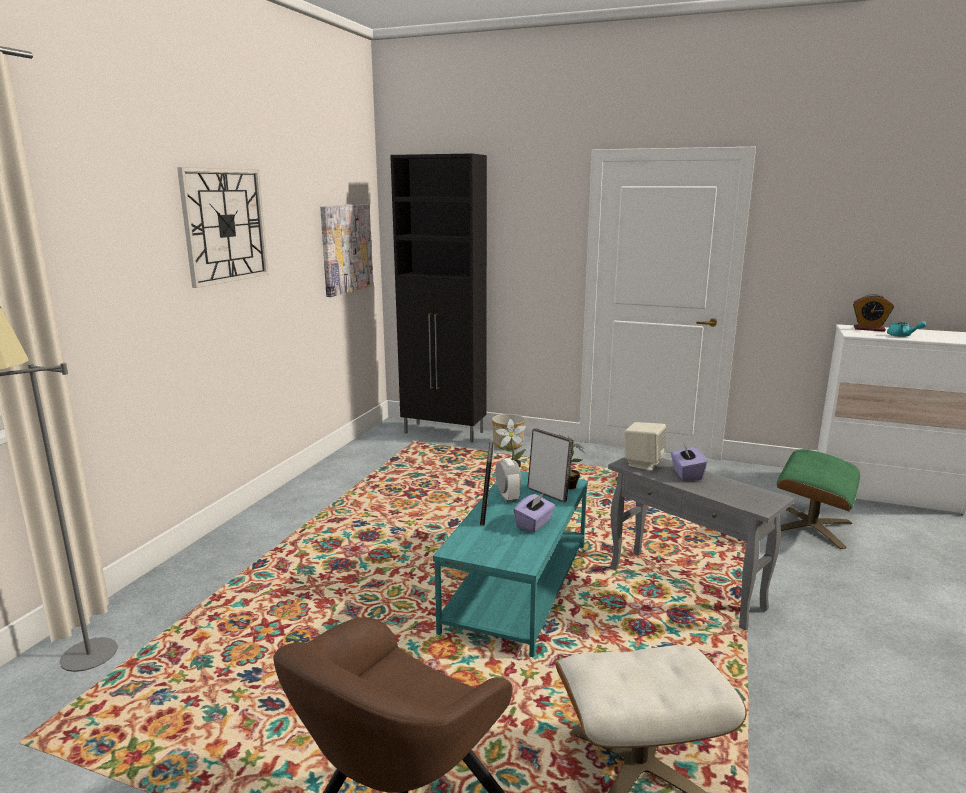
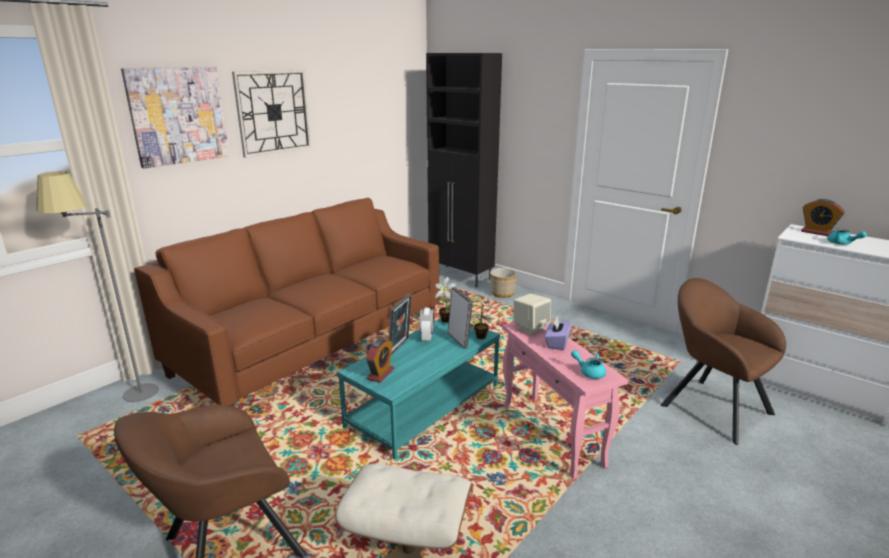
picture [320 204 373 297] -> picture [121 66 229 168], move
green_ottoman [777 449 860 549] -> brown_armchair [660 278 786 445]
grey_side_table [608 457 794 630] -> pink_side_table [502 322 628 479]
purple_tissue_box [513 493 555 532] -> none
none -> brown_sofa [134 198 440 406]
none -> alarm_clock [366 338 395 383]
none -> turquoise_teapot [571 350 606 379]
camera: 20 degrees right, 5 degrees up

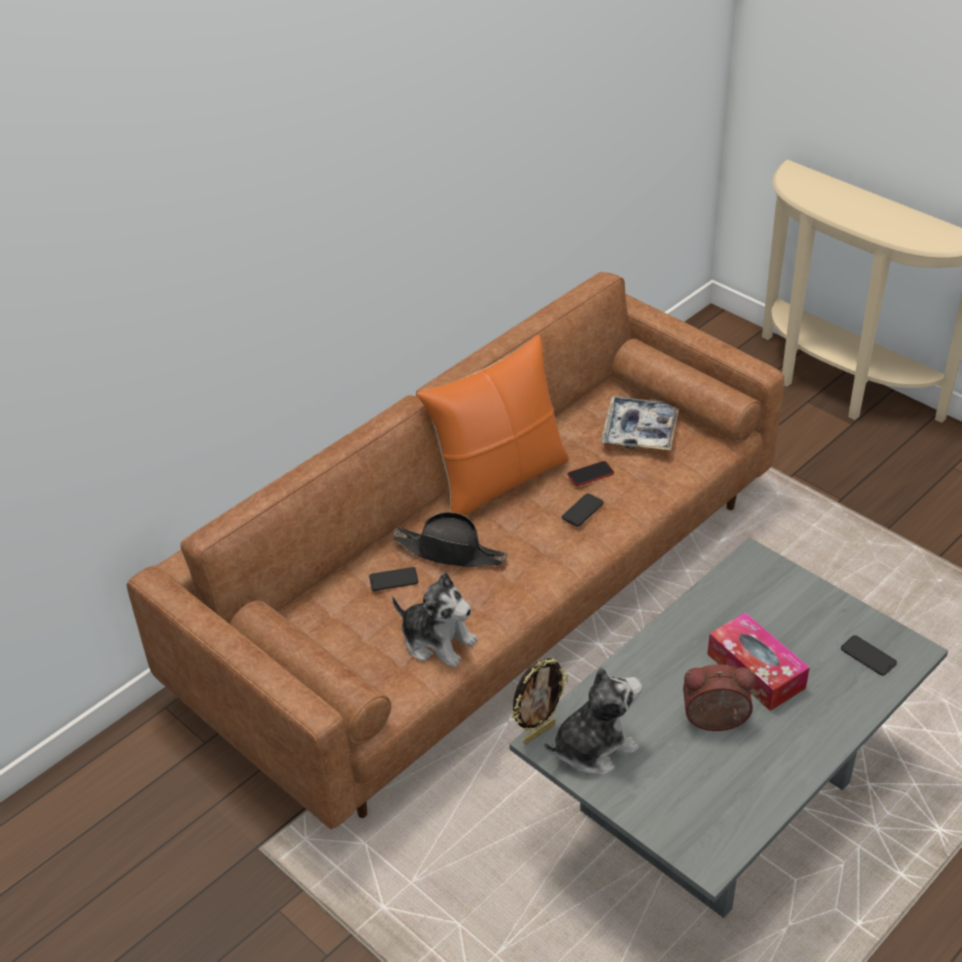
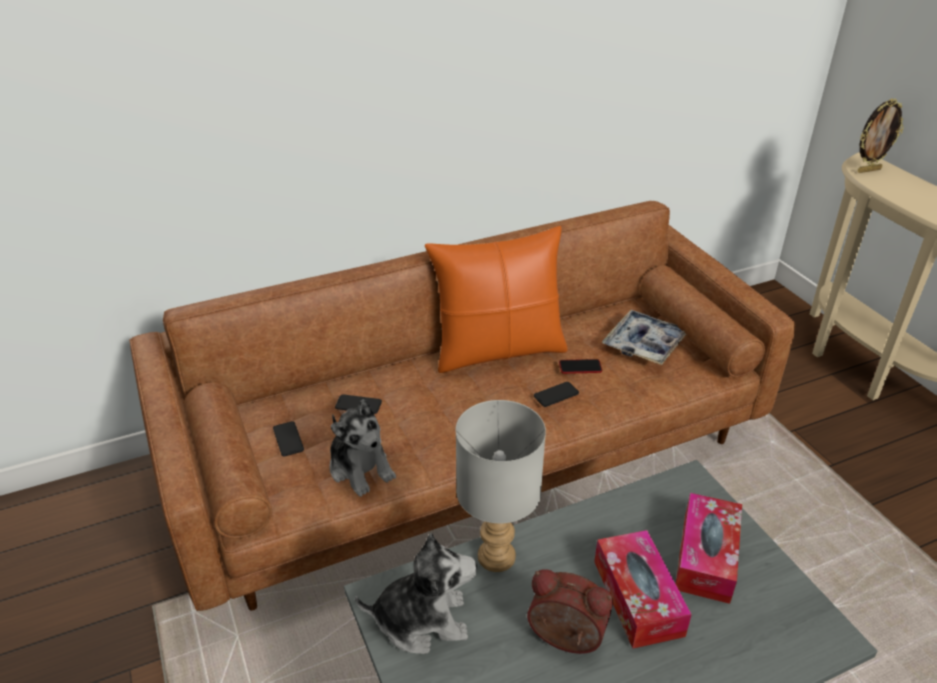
black_hat [392 512 507 567] -> none
phone [841 635 897 676] -> phone [273 421 304 456], move
picture_frame [511 658 568 744] -> picture_frame [857 98 904 173], move
none -> grey_table_lamp [456 400 546 572]
none -> tissue_box [675 493 742 604]
camera: 20 degrees right, 5 degrees down

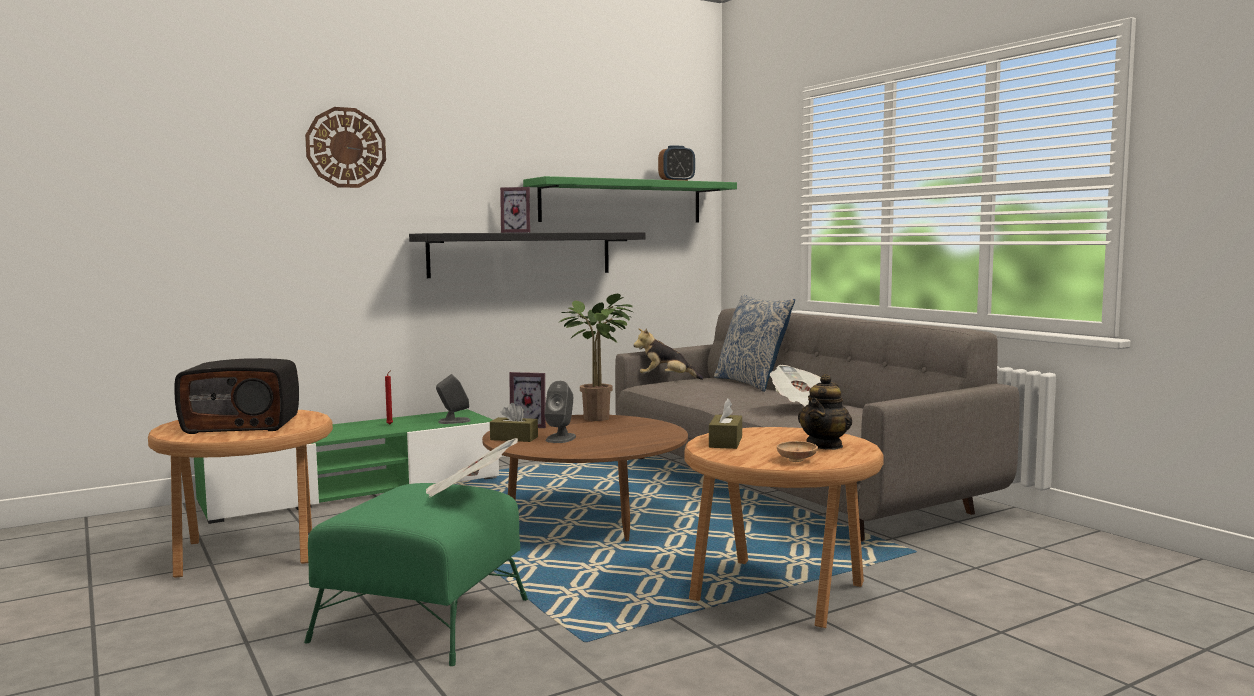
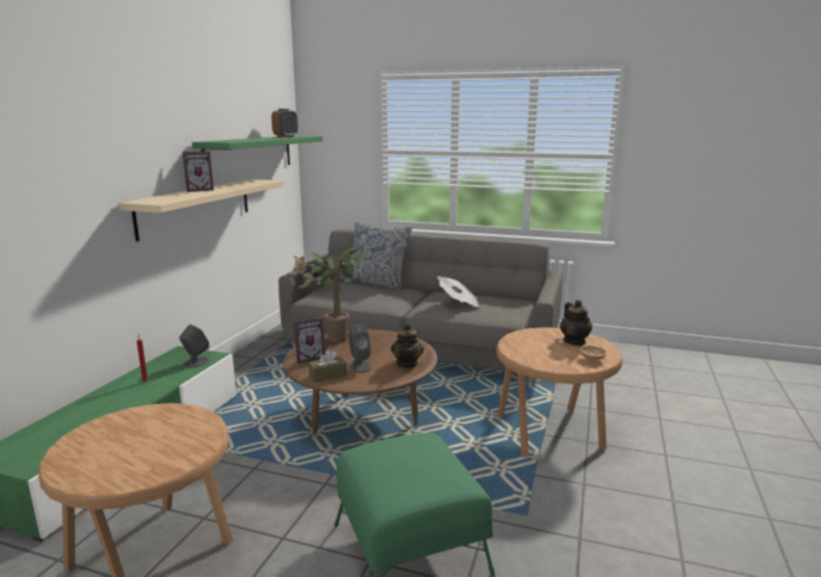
wall_clock [305 107 386 188] -> none
black_shelf [409 232 645 278] -> beige_shelf [118 179 284 242]
radio [174 358 299 434] -> none
brown_tissue_box [709 398 742 449] -> none
newspaper [426 438 518 498] -> none
none -> teapot [391 323 424 368]
camera: 40 degrees left, 10 degrees up

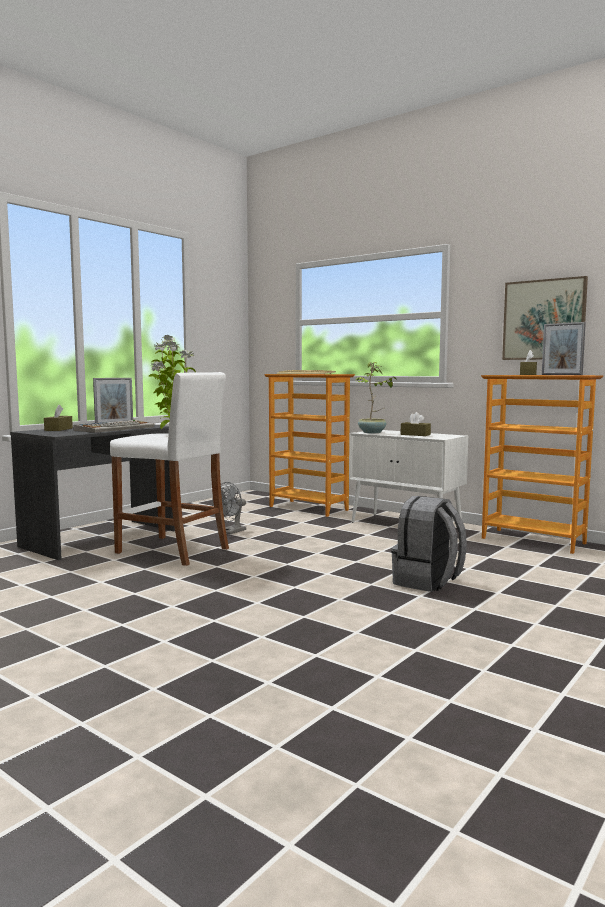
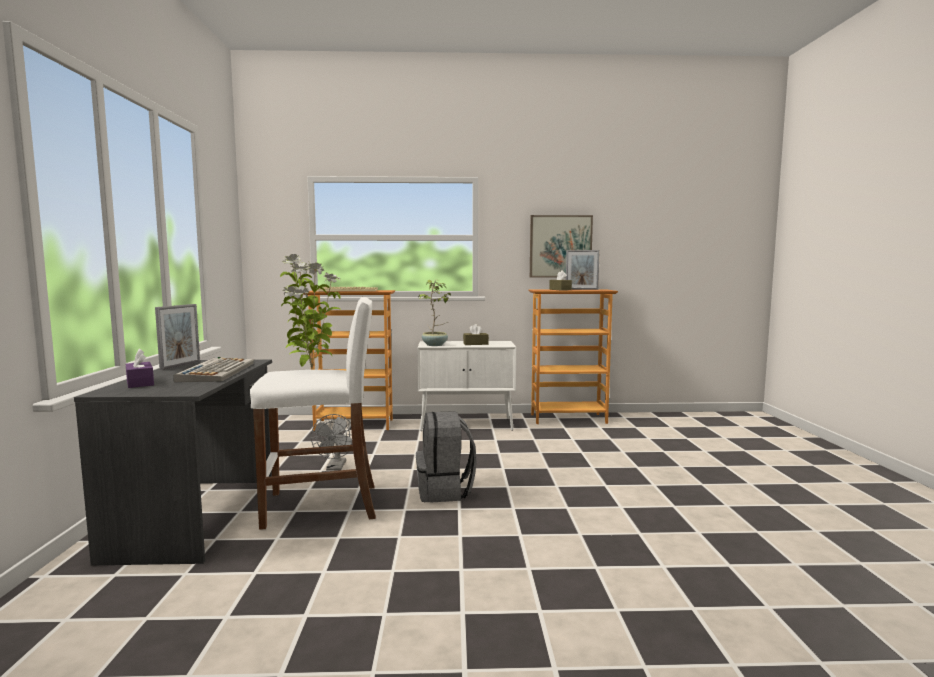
brown_tissue_box [44 405 73 431] -> purple_tissue_box [126 348 154 388]
grey_backpack [391 496 467 592] -> grey_backpack [416 411 477 503], move
camera: 40 degrees left, 0 degrees up

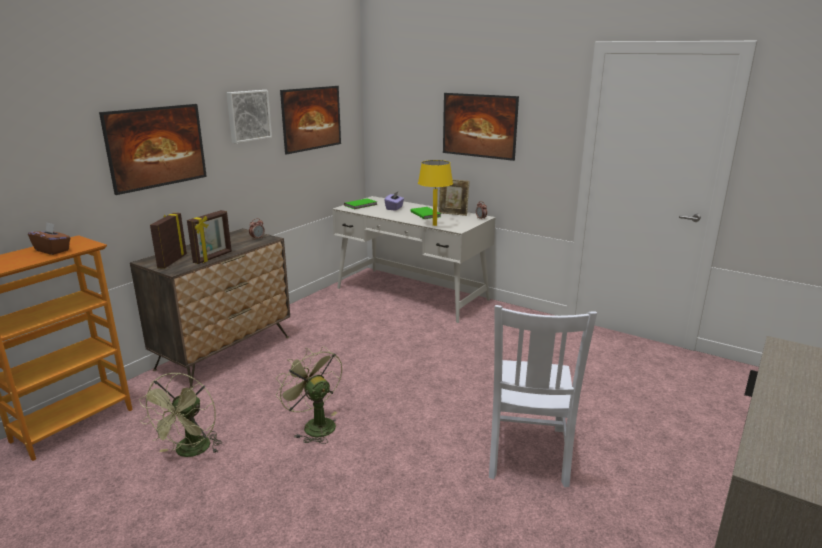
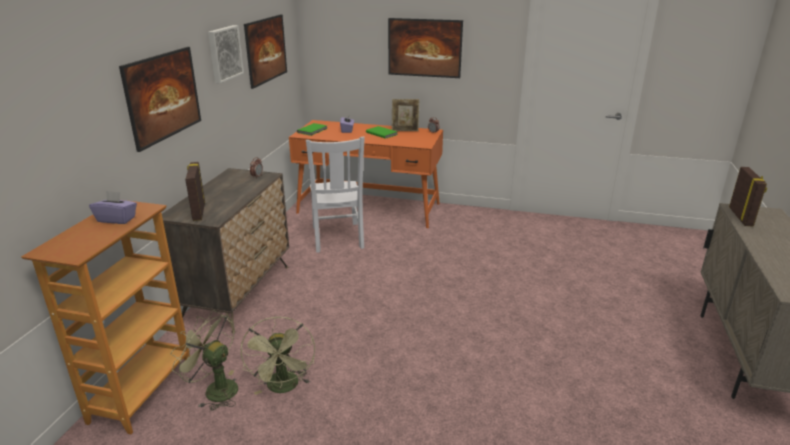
yellow_table_lamp [418 160 453 226] -> none
white_desk [332 196 495 323] -> orange_desk [289 120 443 228]
picture_frame [187 210 232 264] -> picture_frame [729 167 767 227], move
brown_tissue_box [28 223 70 255] -> purple_tissue_box [89 191 137 224]
white_chair [489 305 597 487] -> white_chair [306 137 365 253], move
green_fan [276 346 342 444] -> green_fan [171 310 238 411], move
camera: 20 degrees left, 5 degrees up

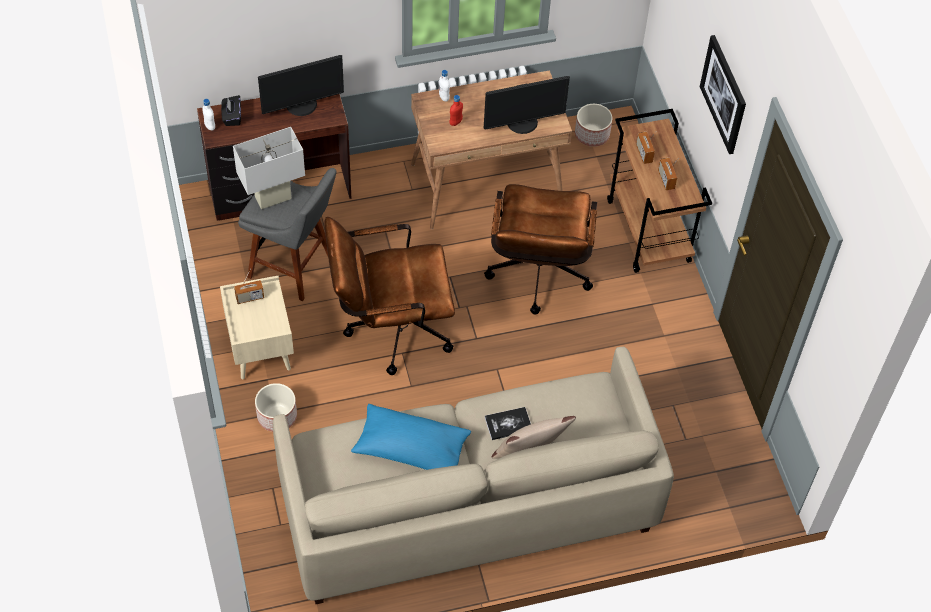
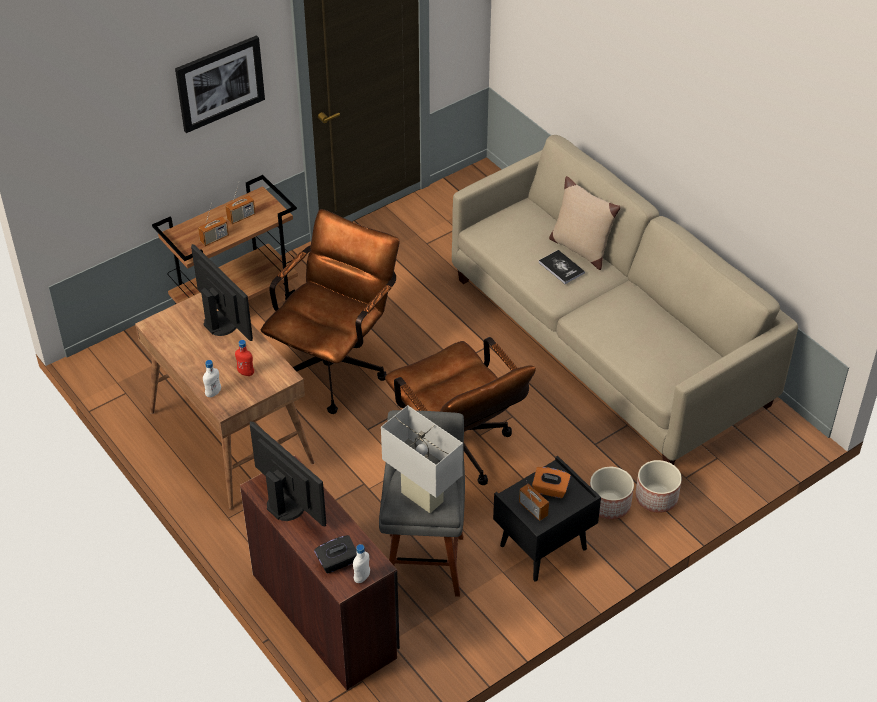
planter [575 104 612 147] -> planter [635 460 682 513], move
brown_office_chair [484 184 597 315] -> brown_office_chair [261 209 399 414], 45 degrees counterclockwise
beige_nightstand [220 276 294 379] -> black_nightstand [493 456 601 582]
blue_pillow [351 404 471 470] -> none
none -> orange_tissue_box [532 467 571 498]
camera: 110 degrees left, 10 degrees down

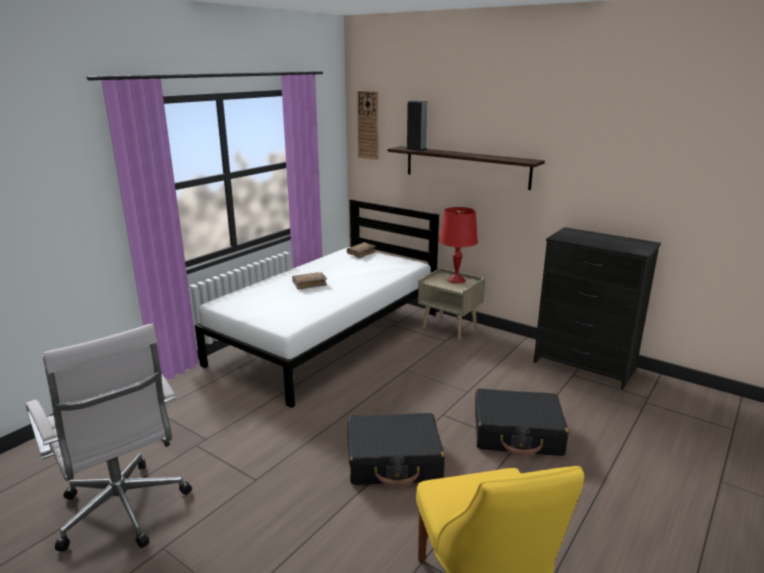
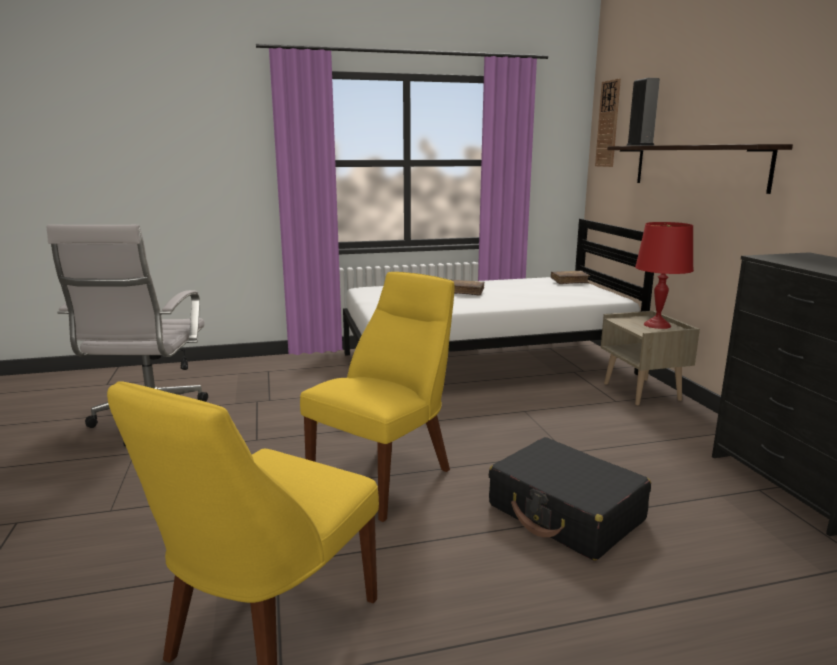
black_suitcase [348 413 445 487] -> yellow_chair [300 272 454 522]
camera: 40 degrees right, 5 degrees down

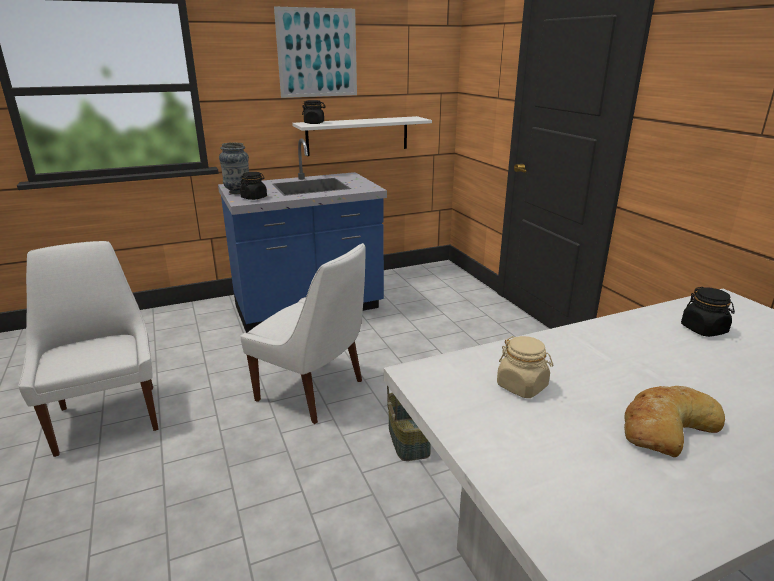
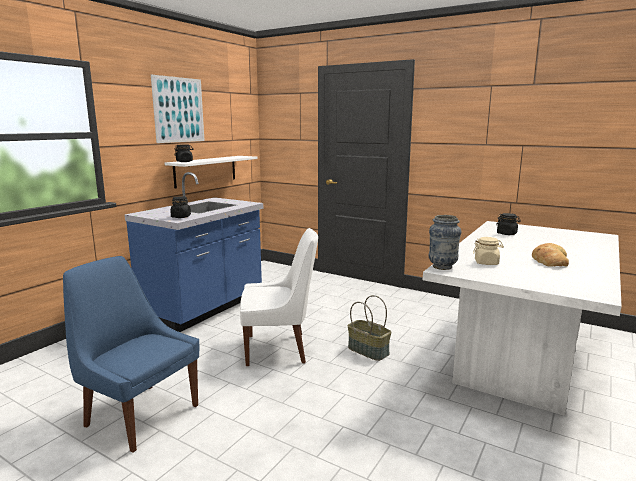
vase [219 142 249 194] -> vase [429 215 461 270], move
white_chair [18 241 158 457] -> blue_chair [63 256 199 453]
camera: 35 degrees left, 10 degrees down

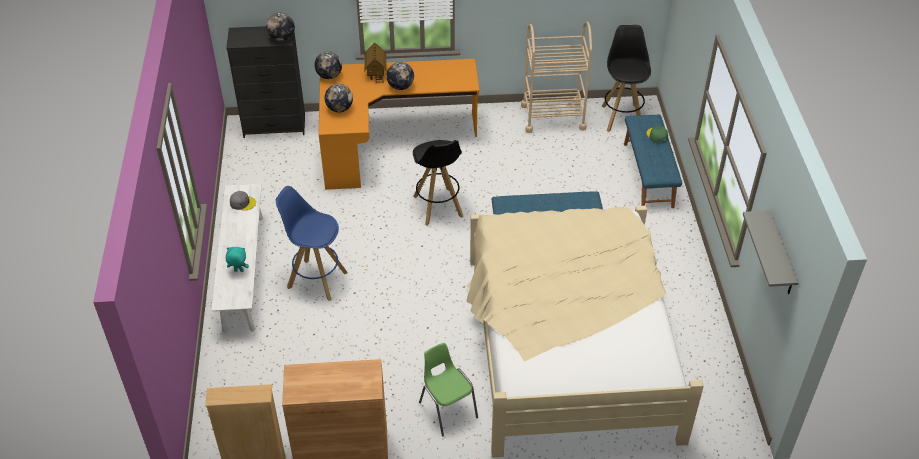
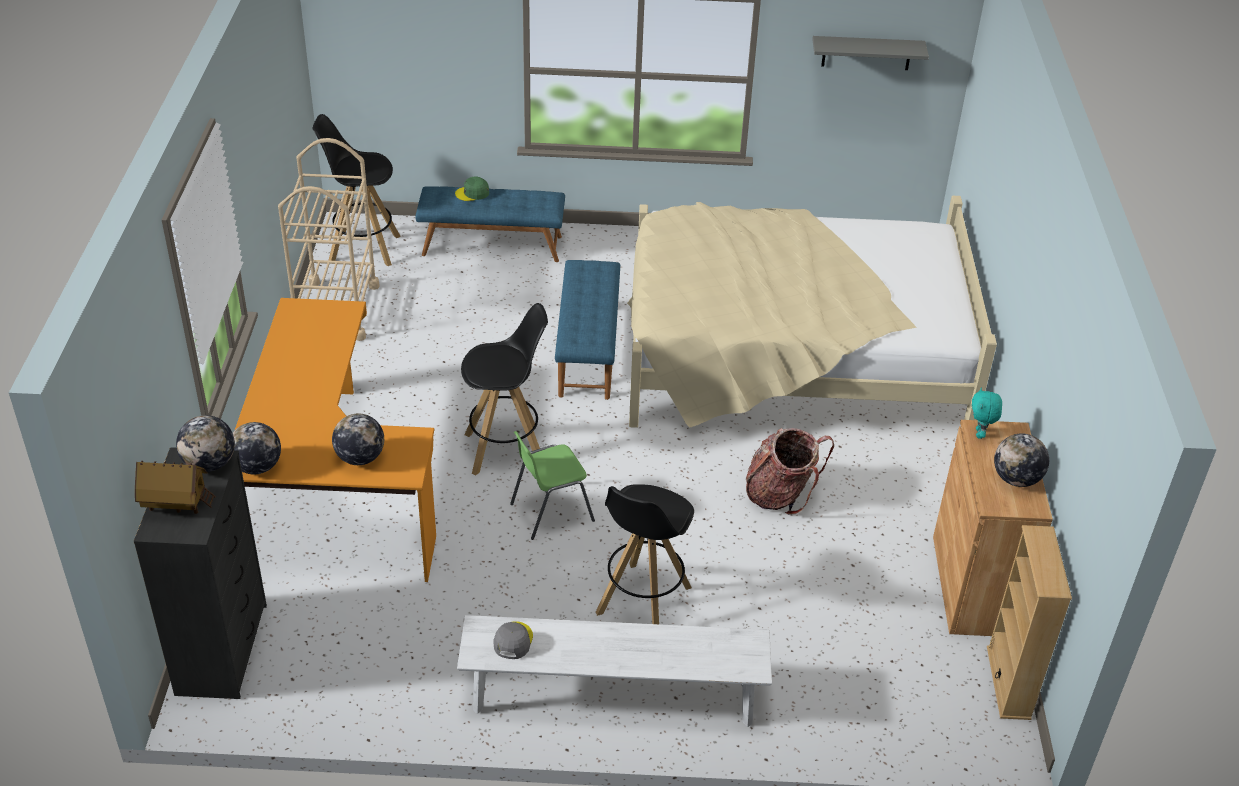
toy_house [365 42 386 83] -> toy_house [135 461 216 514], move
globe [386 62 414 90] -> globe [994 433 1049 487], move
blue_stool [275 186 348 301] -> black_stool [596 484 694 624]
turquoise_plush_toy [226 247 249 272] -> turquoise_plush_toy [972 387 1002 439], move
green_chair [419 343 478 436] -> green_chair [510 431 595 540], move
none -> backpack [746 428 834 515]
camera: 85 degrees left, 5 degrees down

